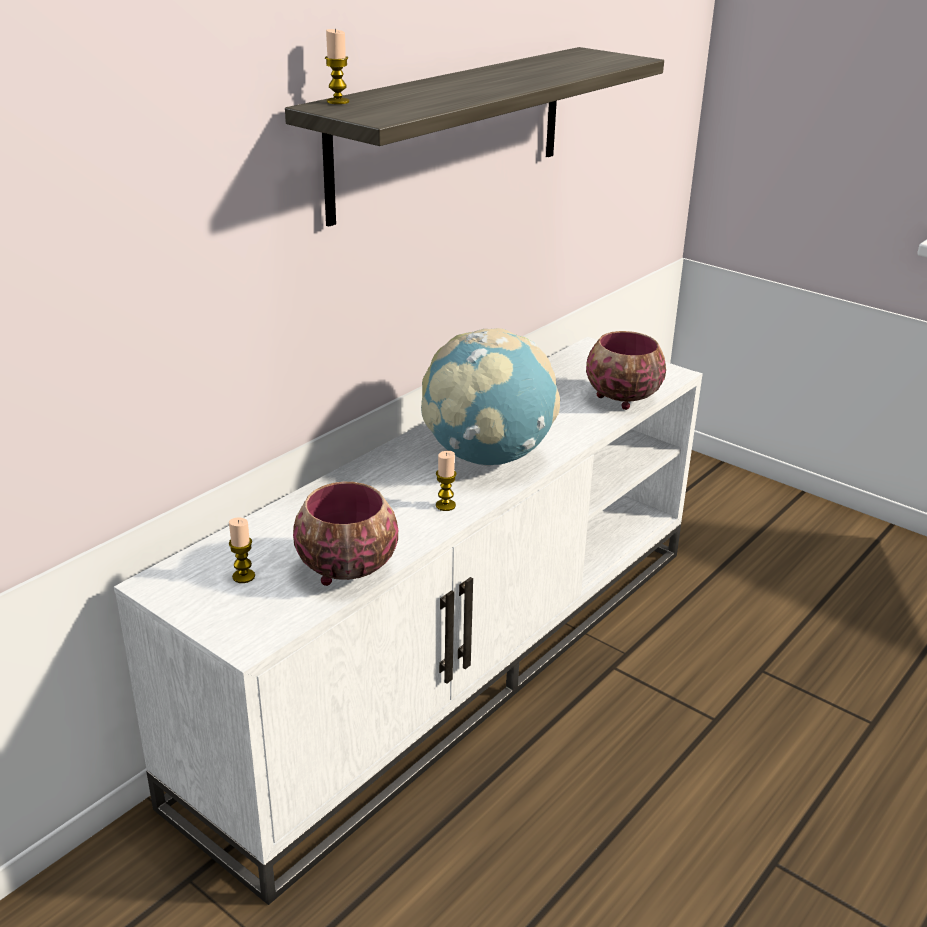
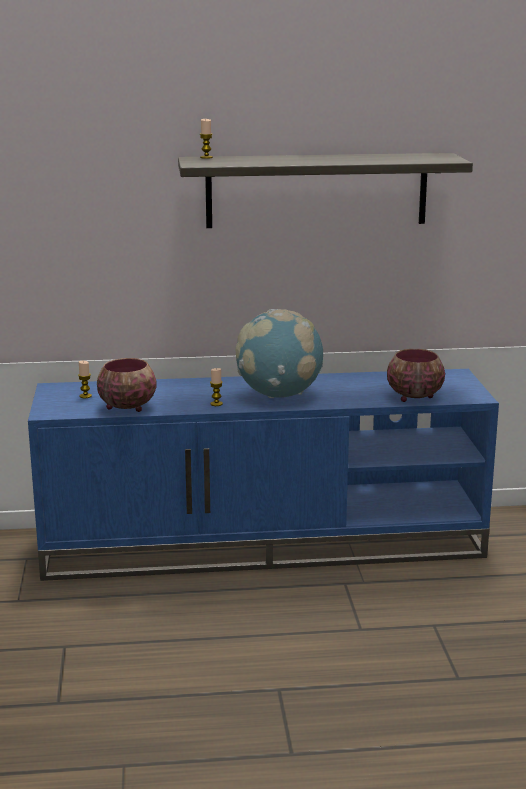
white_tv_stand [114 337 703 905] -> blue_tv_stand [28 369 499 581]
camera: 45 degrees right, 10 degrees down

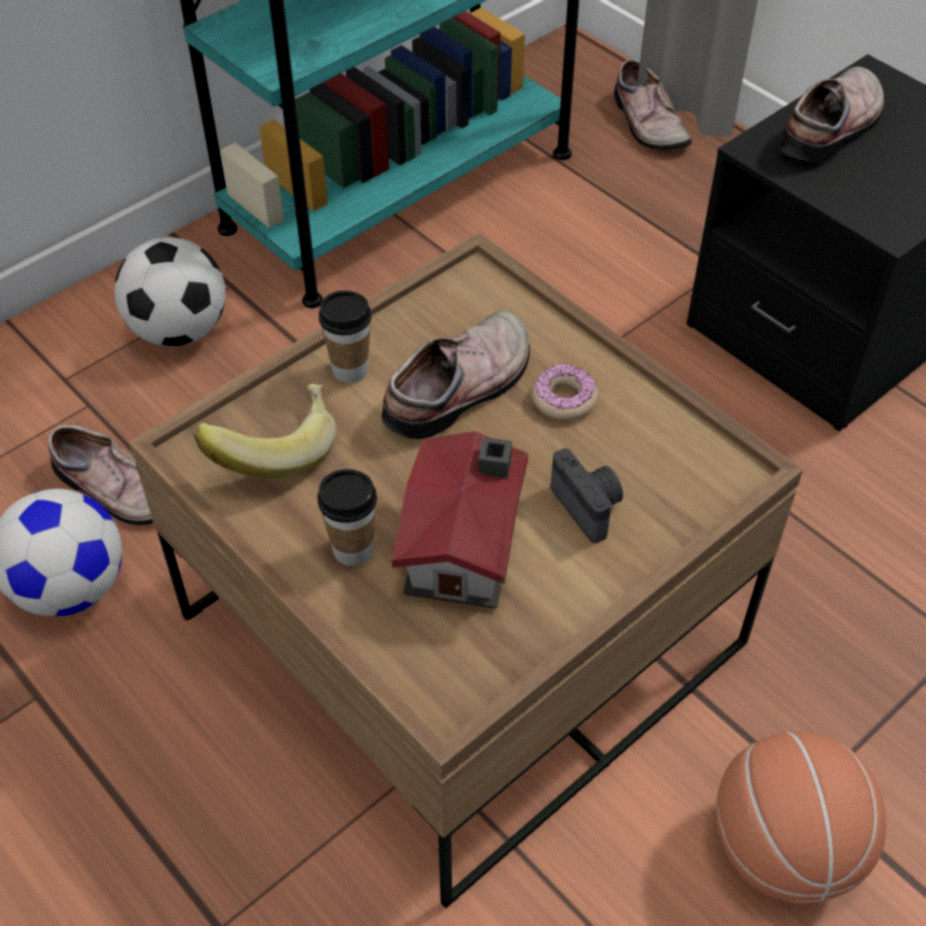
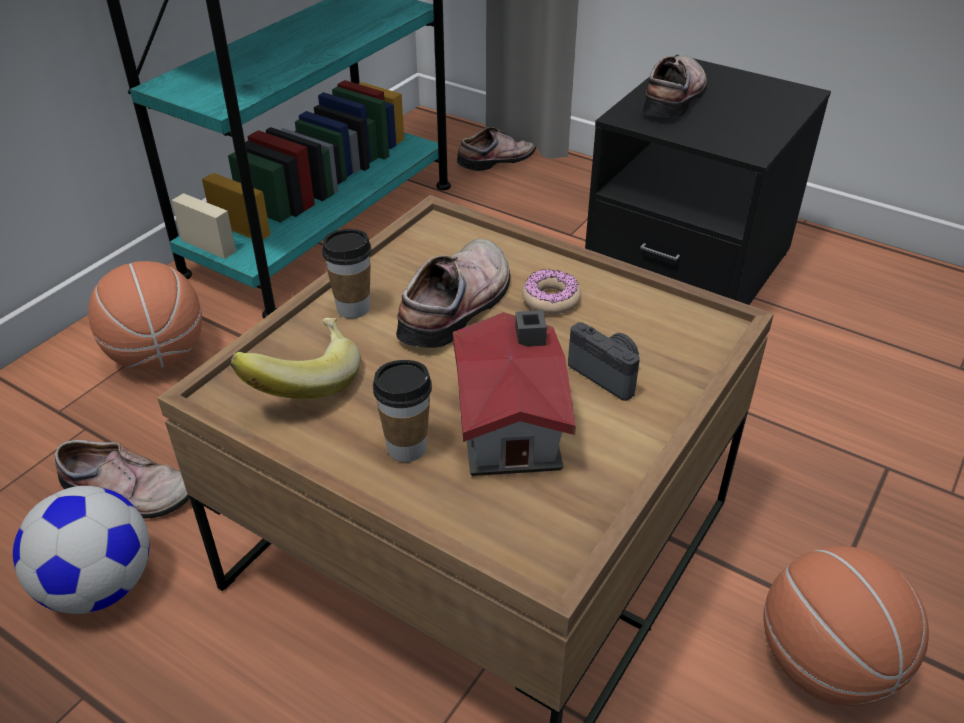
shoe [614 59 692 150] -> shoe [457 127 536 171], 90 degrees counterclockwise
football [114 237 226 347] -> basketball [88 261 202 370]
camera: 15 degrees left, 10 degrees down

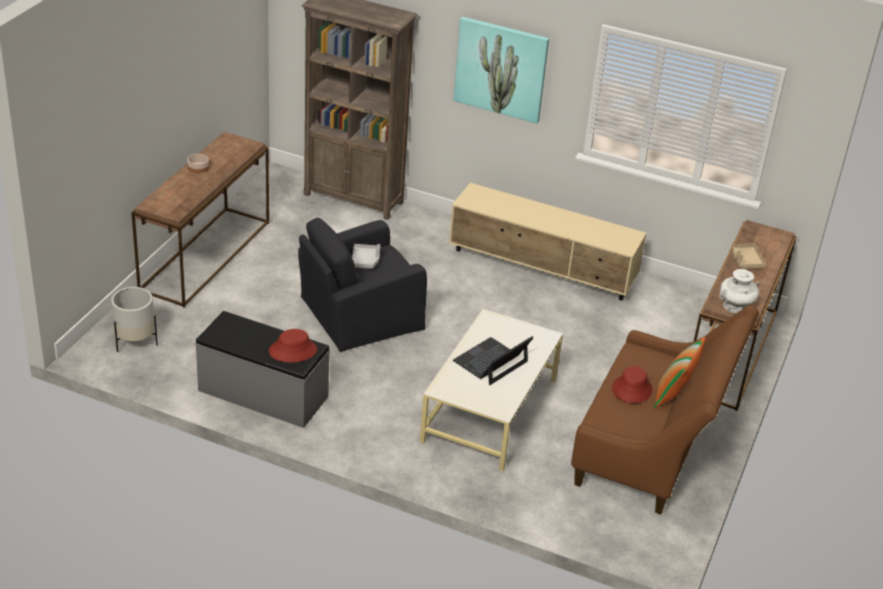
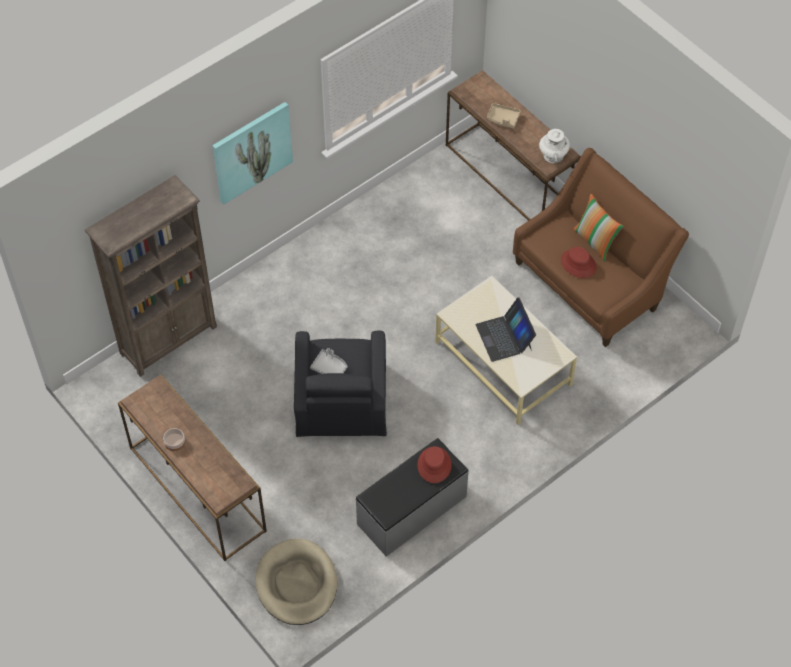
beige_tv_stand [449 183 647 301] -> none
white_planter [111 287 158 352] -> beige_dog_bed [256 539 337 625]
camera: 60 degrees left, 20 degrees up

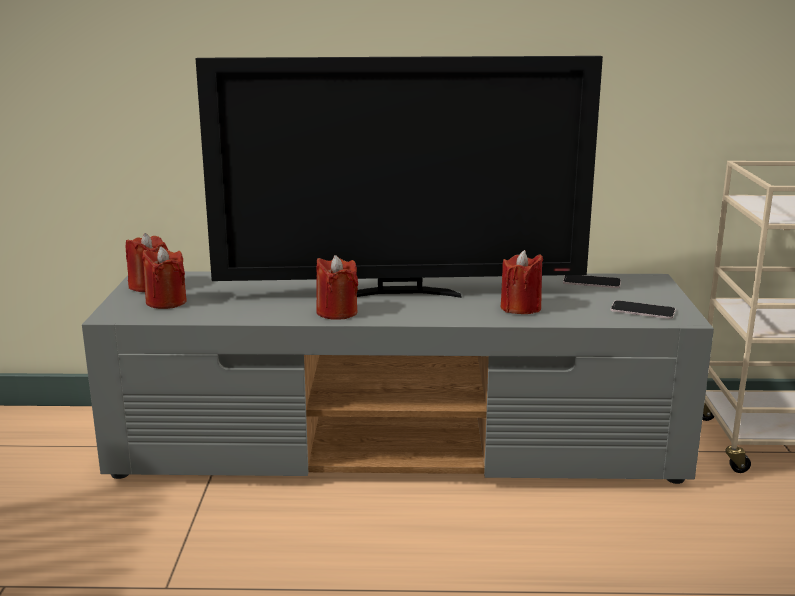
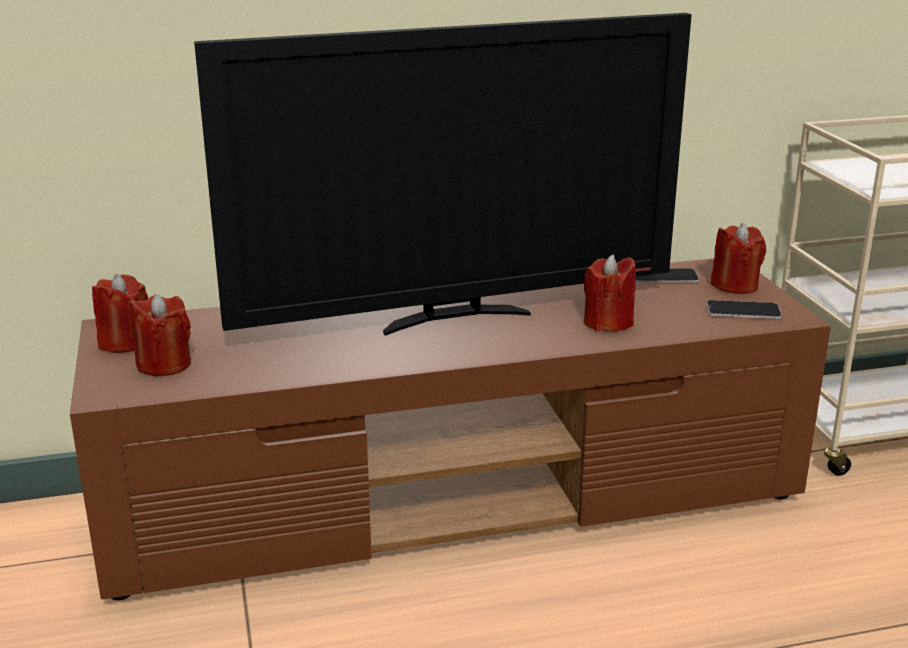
red_candle [316 255 358 320] -> red_candle [710 223 766 294], move
grey_tv_stand [82 271 714 484] -> brown_tv_stand [70 258 831 600]
camera: 15 degrees left, 5 degrees up

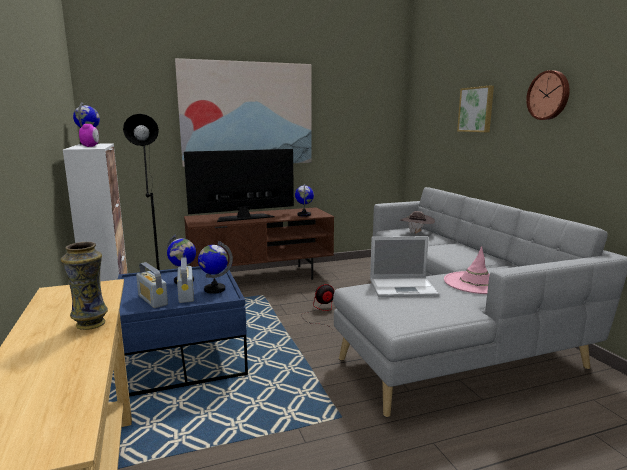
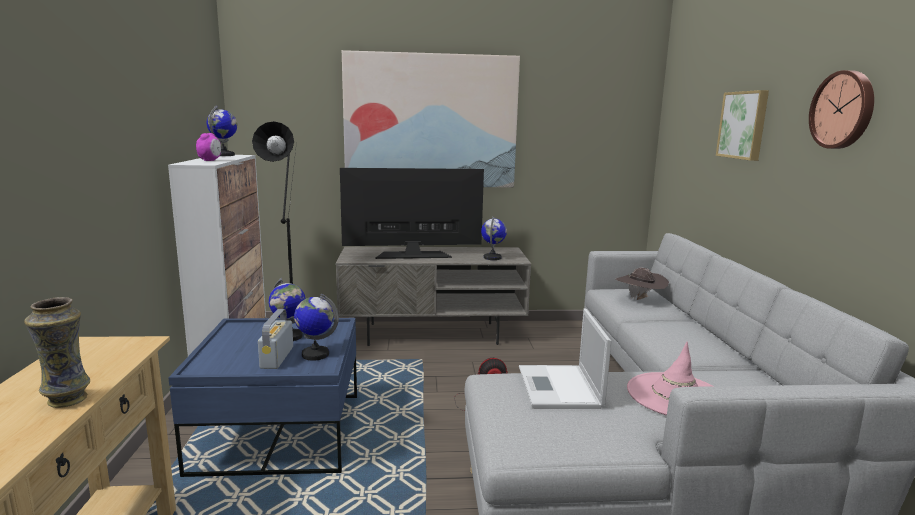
brown_tv_stand [184 207 334 280] -> grey_tv_stand [336 247 531 346]
laptop [370 236 439 297] -> laptop [519 308 611 409], 75 degrees clockwise
radio [136 262 168 308] -> none
camera: 15 degrees right, 0 degrees up

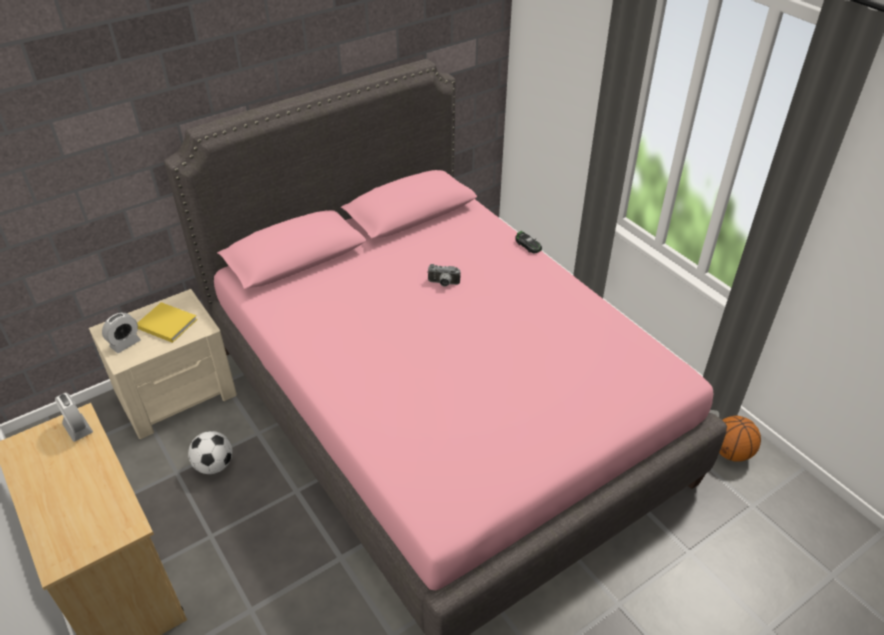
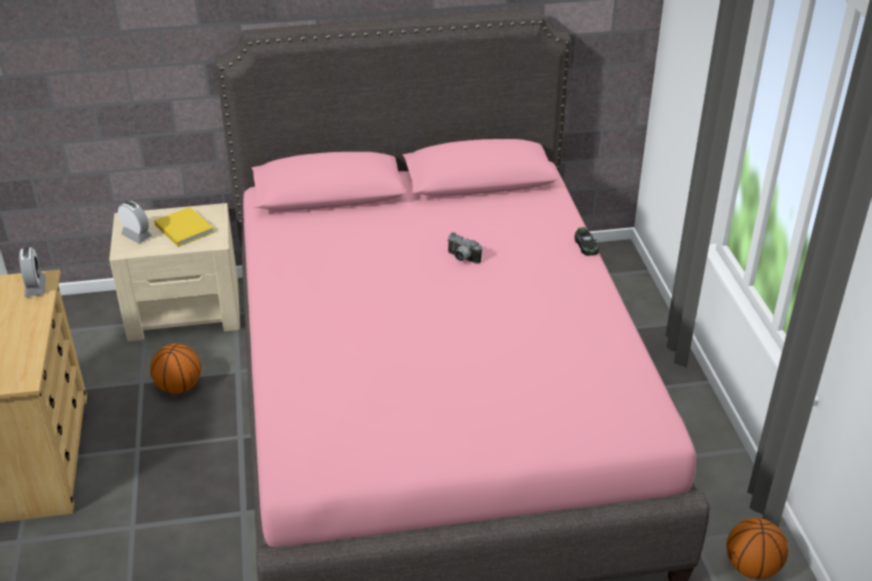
alarm_clock [102 313 141 353] -> alarm_clock [118 201 152 243], 120 degrees counterclockwise
football [188 431 233 474] -> basketball [150 343 201 394]
camera: 25 degrees right, 5 degrees down

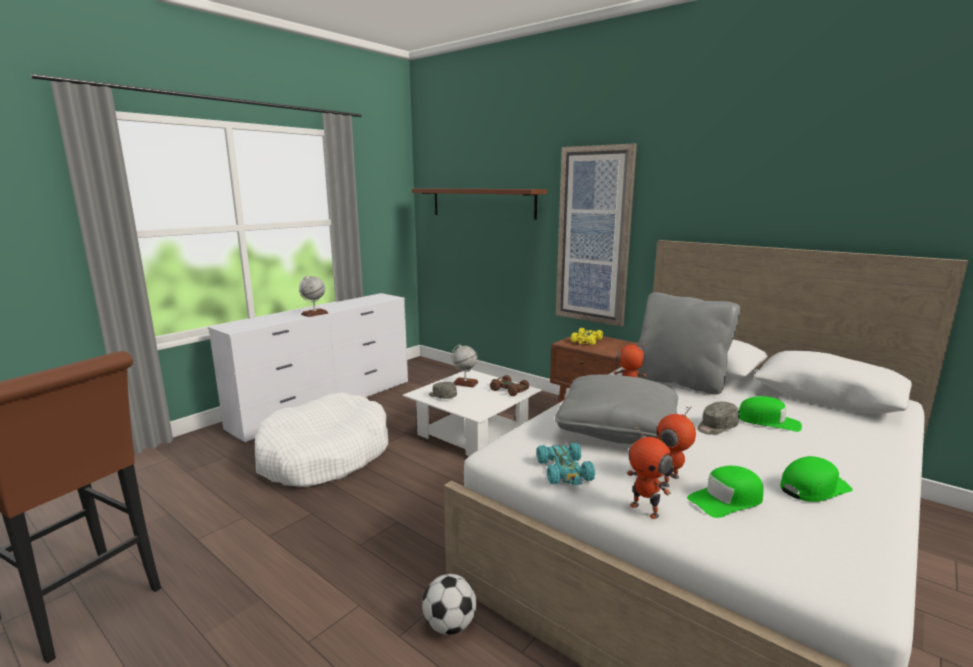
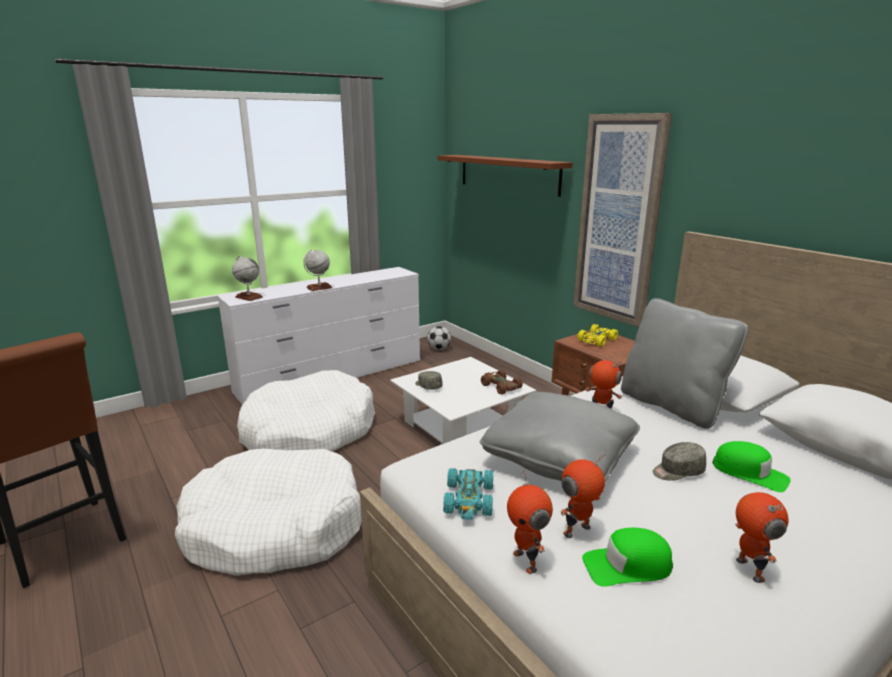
globe [451 344 478 387] -> globe [232 255 263 301], move
green_cap [780 456 853 502] -> toy_robot [735 492 789 583]
football [422 574 477 635] -> football [427 326 451 350], move
none -> white_dog_bed [175 449 362 576]
camera: 15 degrees right, 5 degrees up

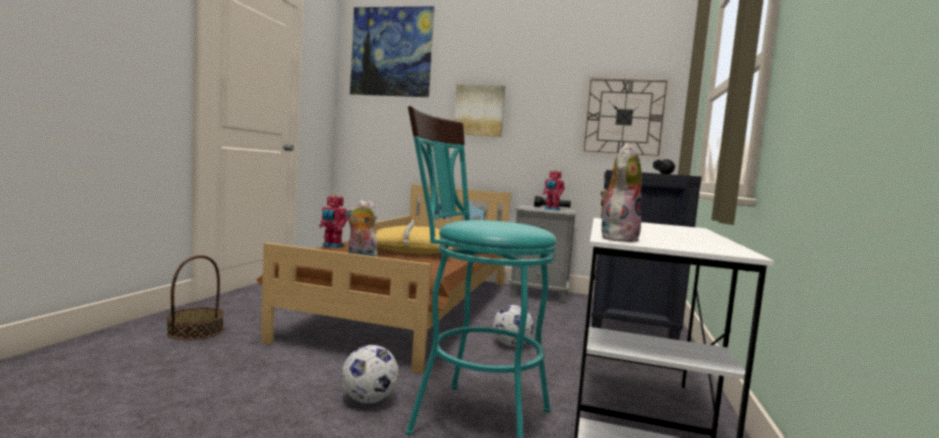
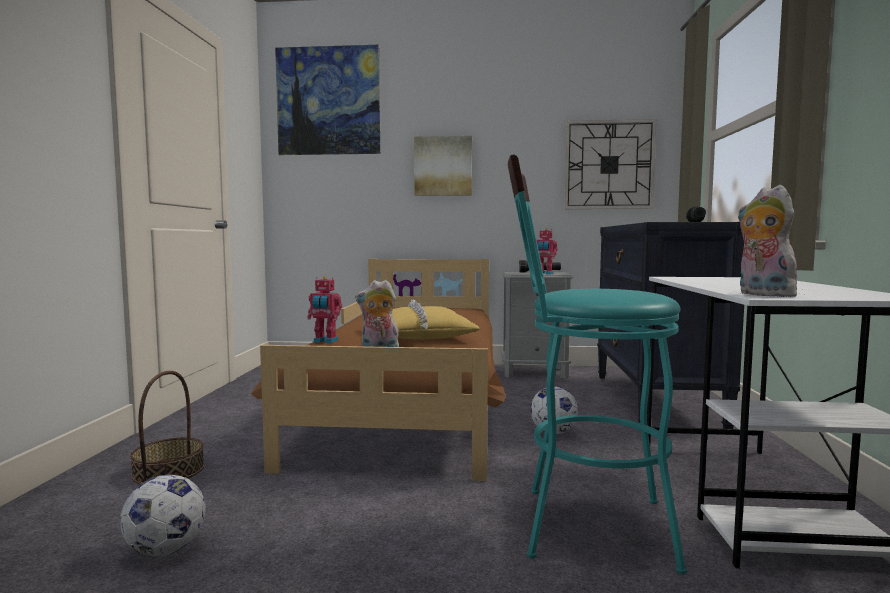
plush_toy [600 144 642 242] -> plush_toy [737 185 800 297], 45 degrees counterclockwise
football [341 345 399 404] -> football [120 475 206 556], move
camera: 10 degrees left, 0 degrees up

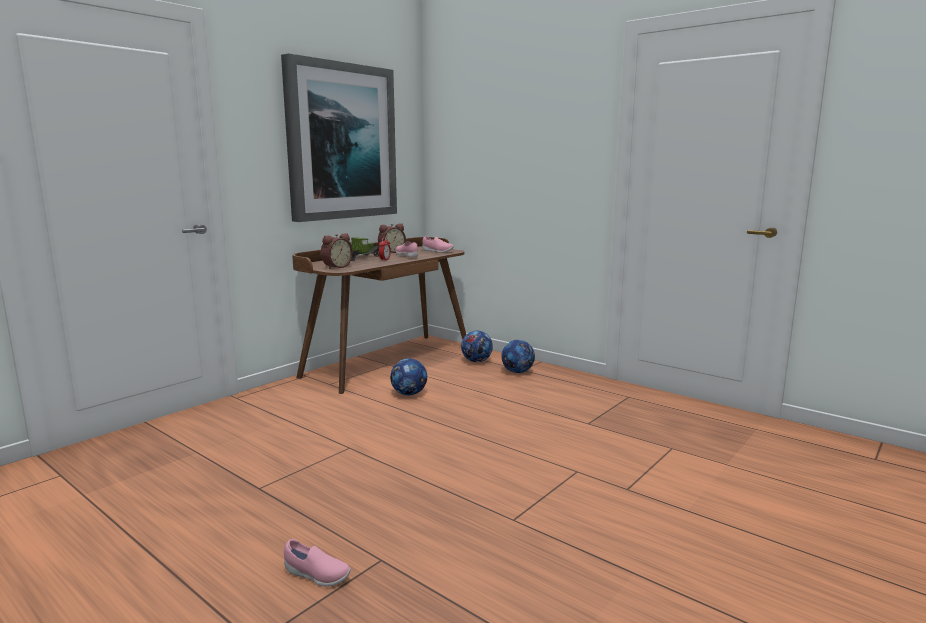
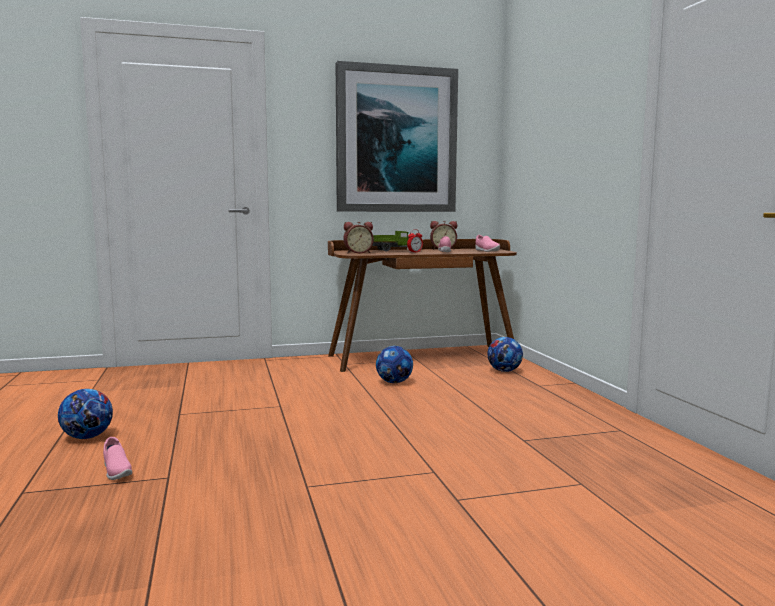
football [501 340 535 373] -> football [58 389 113 439], move
camera: 35 degrees right, 5 degrees down

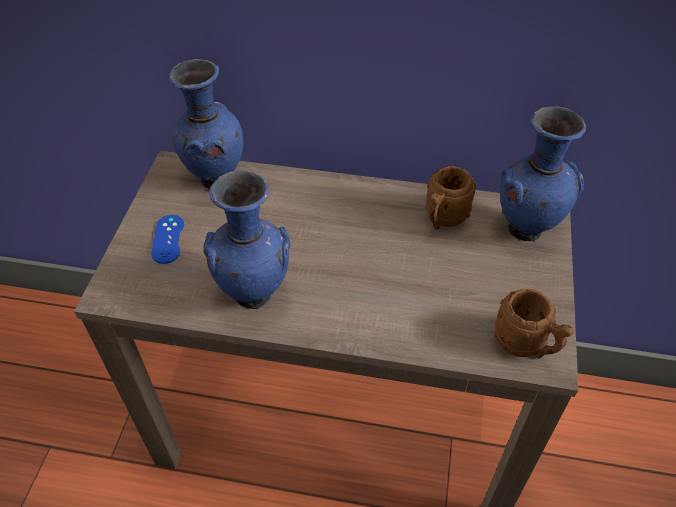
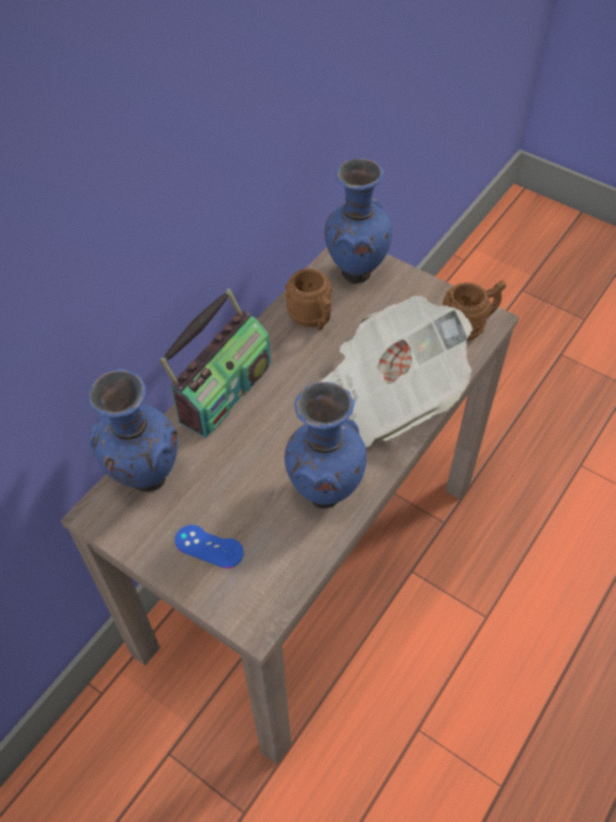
none -> radio [160 289 271 438]
none -> newspaper [319 296 473 448]
camera: 65 degrees left, 5 degrees up

